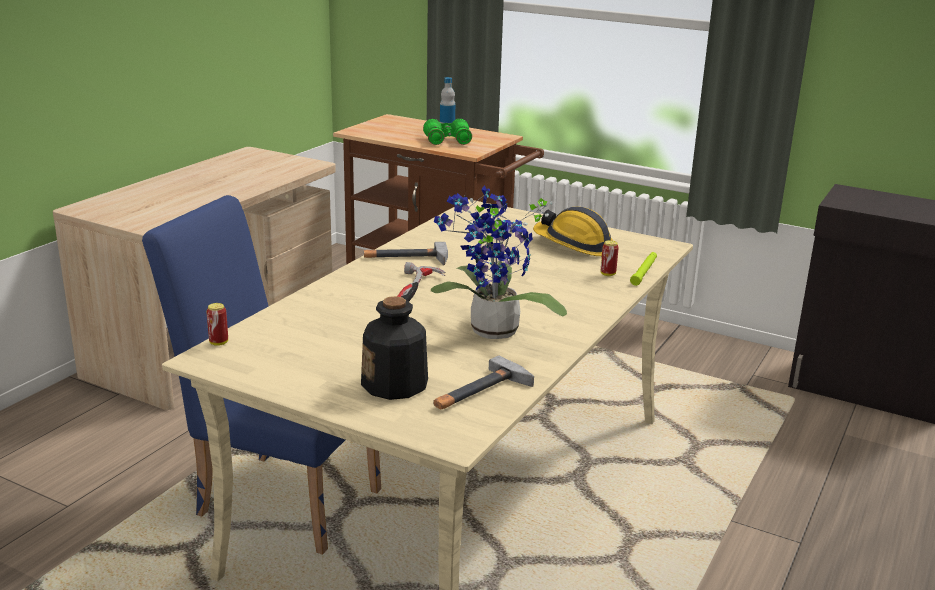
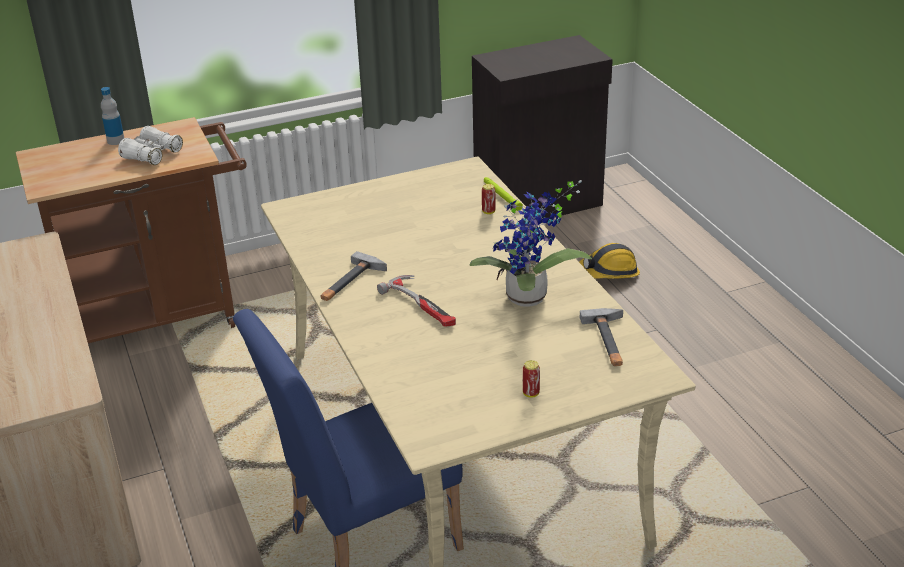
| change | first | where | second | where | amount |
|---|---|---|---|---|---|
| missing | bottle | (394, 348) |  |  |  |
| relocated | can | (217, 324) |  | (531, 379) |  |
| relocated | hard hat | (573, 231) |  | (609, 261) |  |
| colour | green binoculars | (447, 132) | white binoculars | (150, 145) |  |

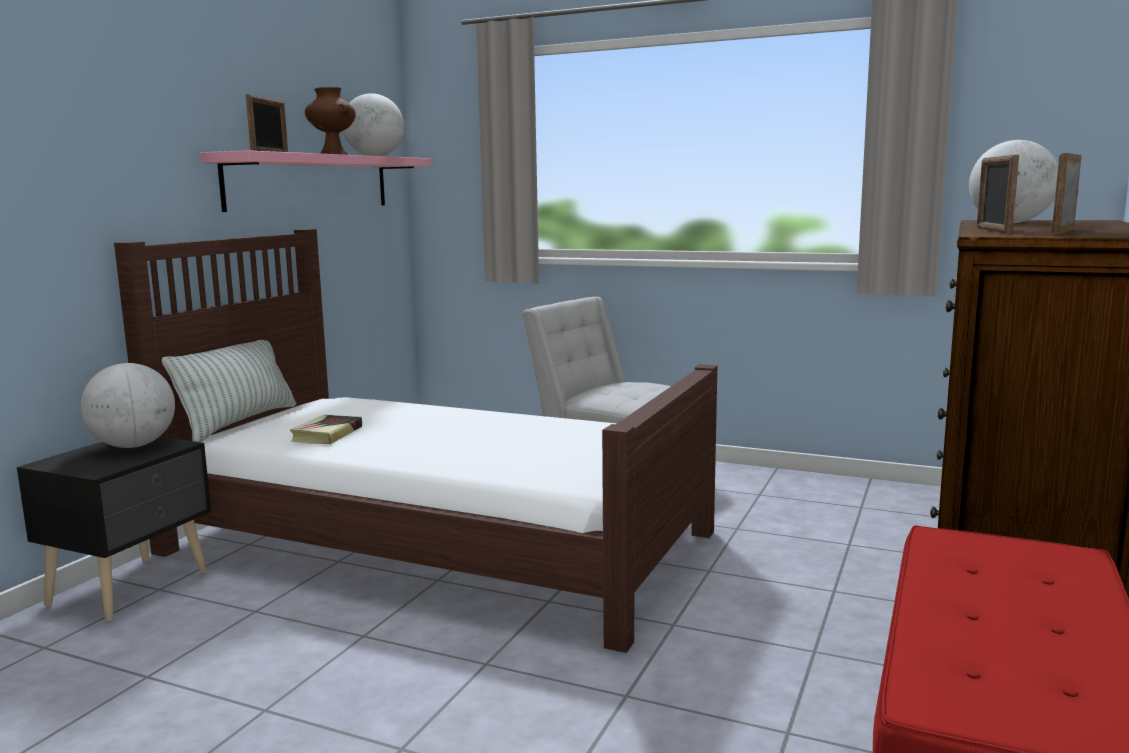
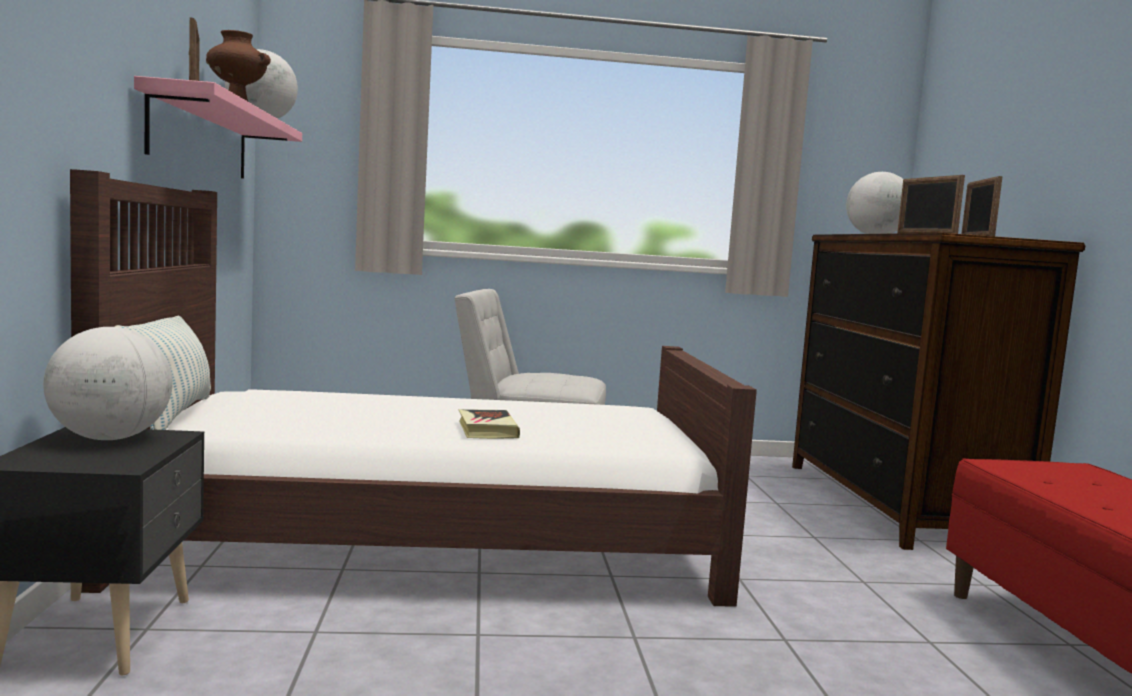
| change | first | where | second | where | amount |
|---|---|---|---|---|---|
| relocated | book | (326, 429) |  | (489, 424) |  |

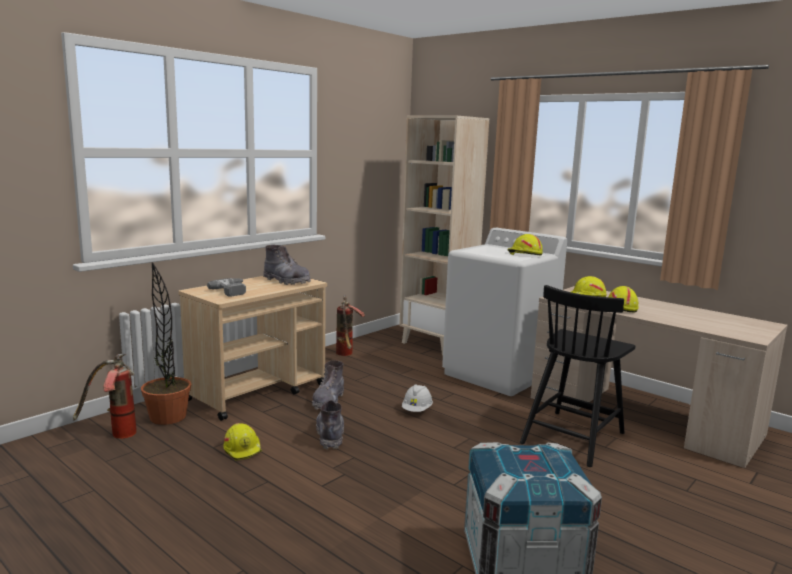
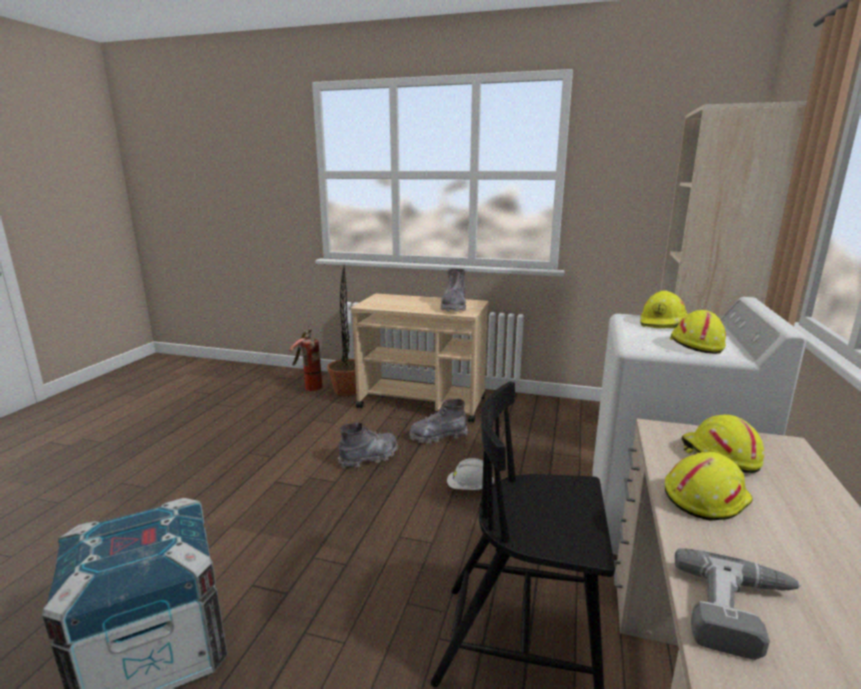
| change | first | where | second | where | amount |
|---|---|---|---|---|---|
| missing | fire extinguisher | (350, 325) |  |  |  |
| relocated | power drill | (226, 287) |  | (738, 604) |  |
| relocated | yellow hard hat | (242, 442) |  | (663, 309) |  |

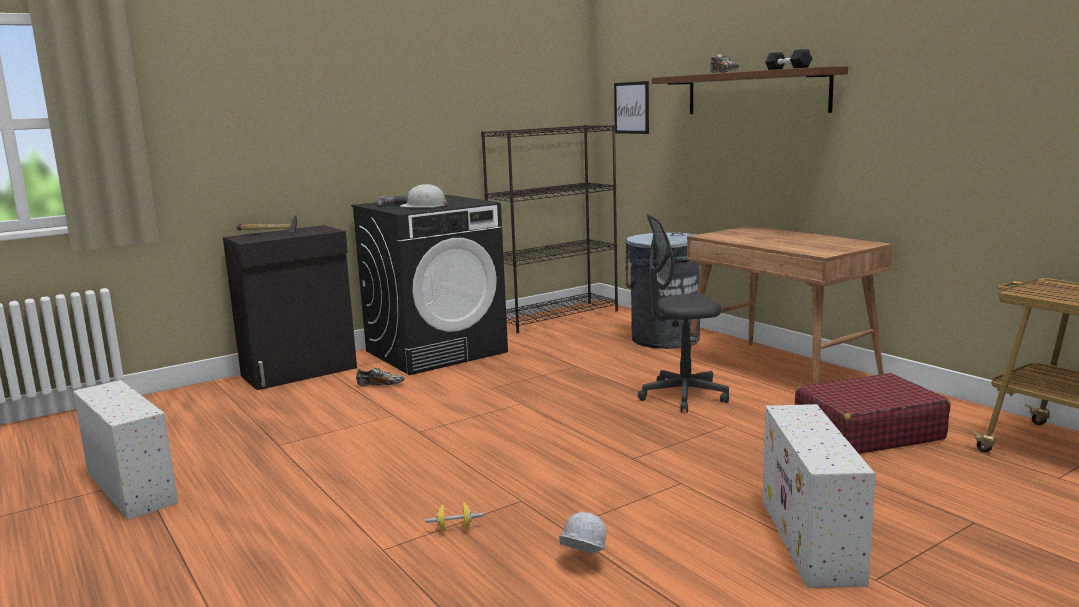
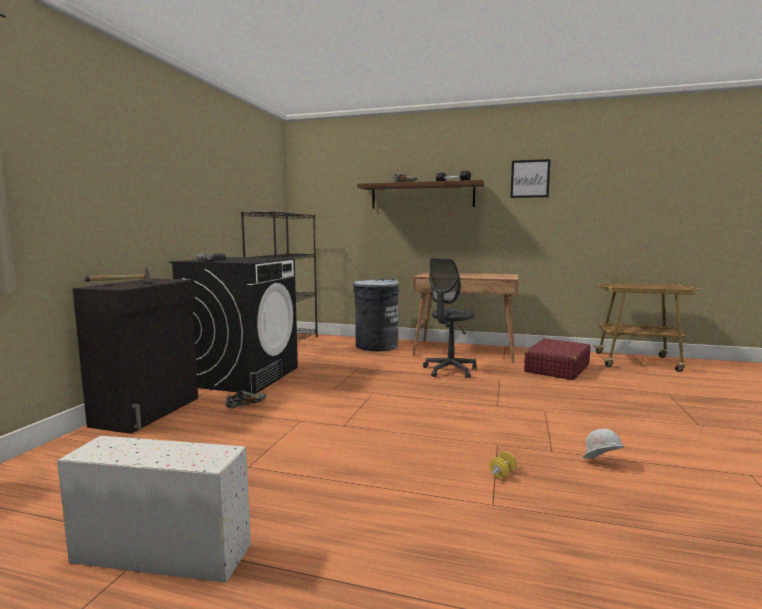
| change | first | where | second | where | amount |
|---|---|---|---|---|---|
| missing | white hard hat | (425, 196) |  |  |  |
| missing | white storage box | (819, 496) |  |  |  |
| relocated | picture | (631, 107) |  | (530, 178) |  |

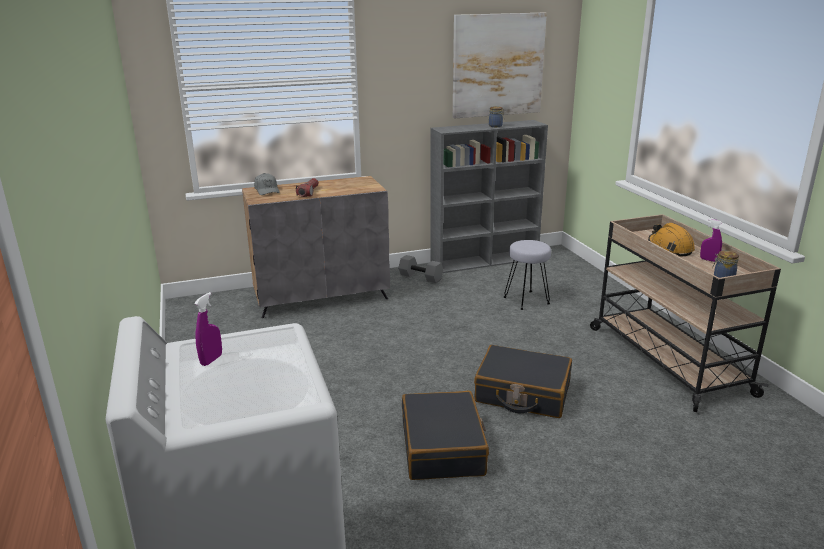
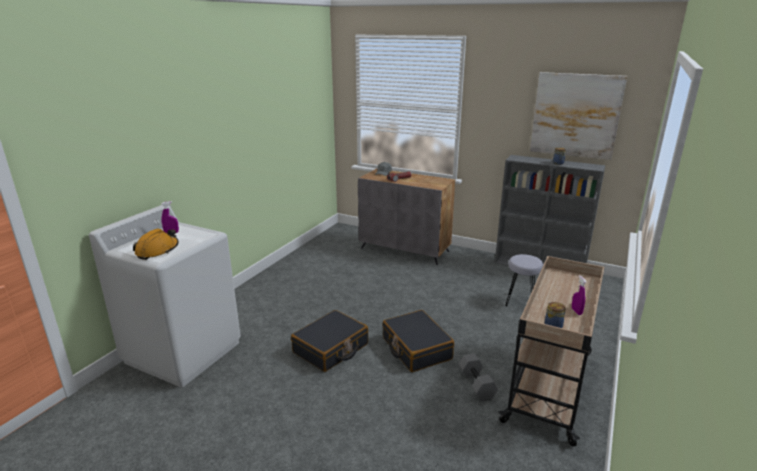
| change | first | where | second | where | amount |
|---|---|---|---|---|---|
| relocated | grey dumbbell | (420, 269) |  | (478, 377) |  |
| relocated | orange hard hat | (671, 239) |  | (156, 244) |  |

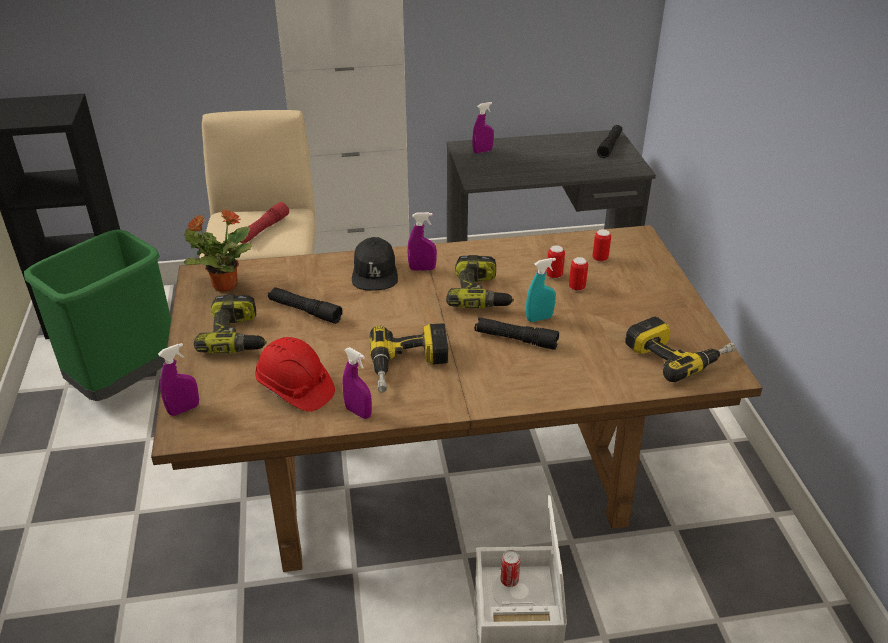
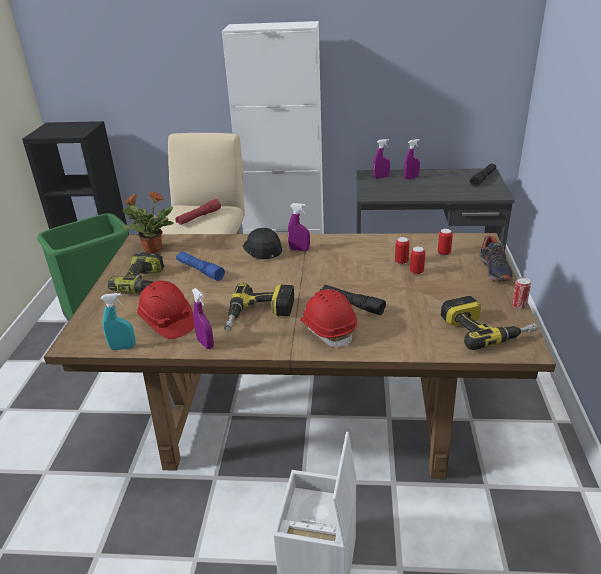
| change | first | where | second | where | amount |
|---|---|---|---|---|---|
| missing | power drill | (480, 281) |  |  |  |
| appeared |  |  | red hard hat | (328, 318) |  |
| appeared |  |  | shoe | (496, 258) |  |
| relocated | purple spray bottle | (178, 379) |  | (412, 159) |  |
| relocated | can | (510, 568) |  | (521, 293) |  |
| relocated | turquoise spray bottle | (541, 290) |  | (118, 321) |  |
| colour | black flashlight | (305, 305) | blue flashlight | (200, 266) |  |
| spun | black cap | (375, 264) |  | (262, 243) | 150 degrees clockwise |

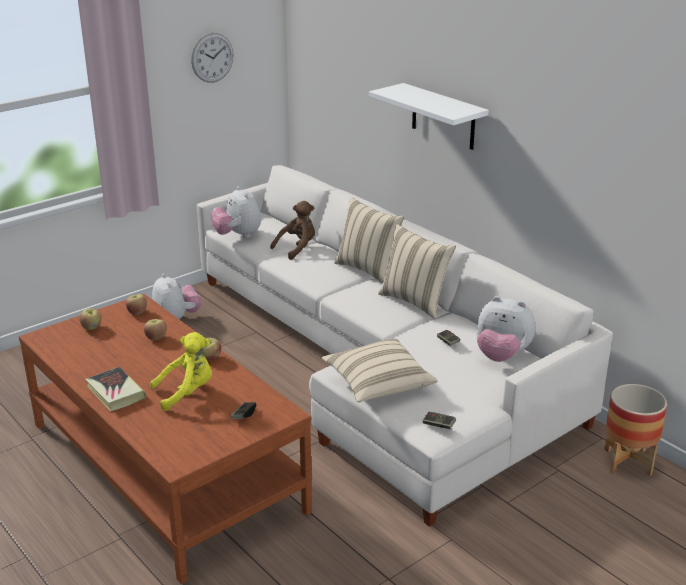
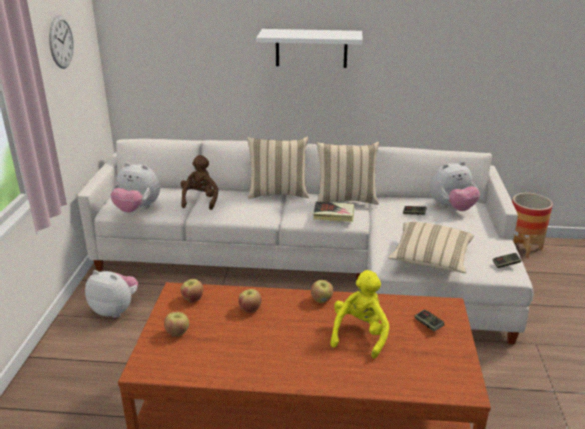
| change | first | where | second | where | amount |
|---|---|---|---|---|---|
| relocated | book | (115, 389) |  | (333, 211) |  |

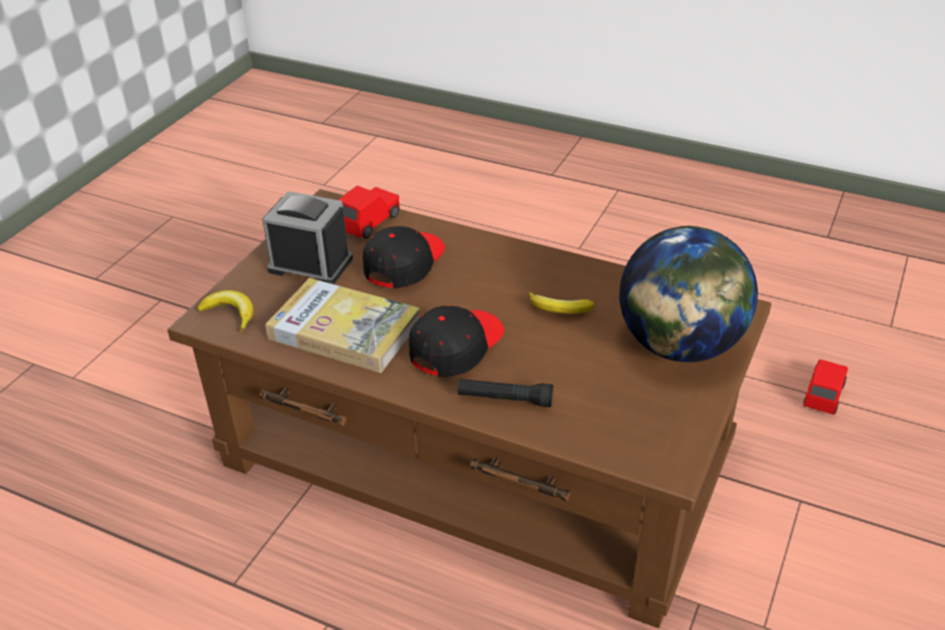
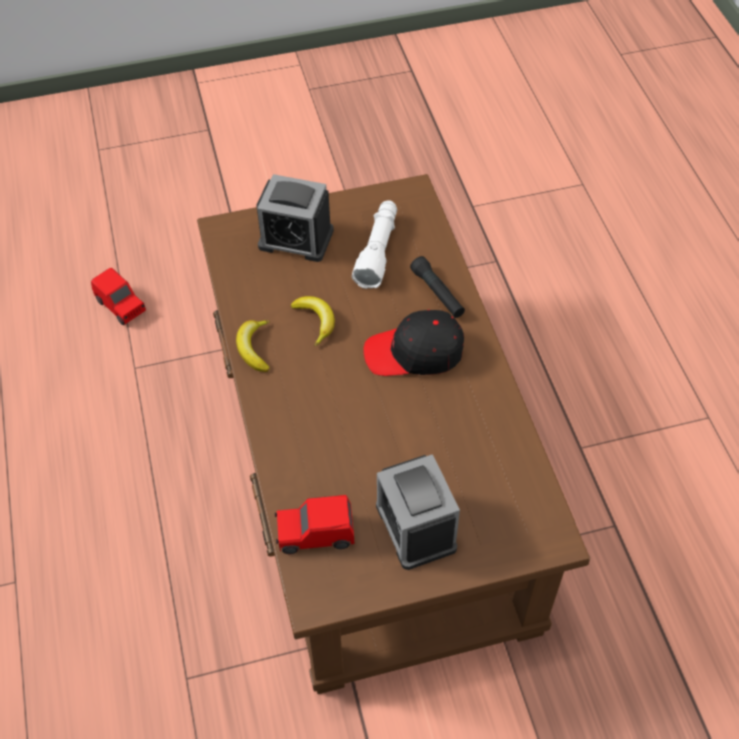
| change | first | where | second | where | amount |
|---|---|---|---|---|---|
| missing | book | (342, 325) |  |  |  |
| missing | black cap | (404, 257) |  |  |  |
| appeared |  |  | white flashlight | (374, 244) |  |
| relocated | banana | (225, 311) |  | (253, 346) |  |
| exchanged | globe | (688, 294) | alarm clock | (295, 218) |  |
| spun | red toy car | (825, 387) |  | (118, 296) | 120 degrees counterclockwise |

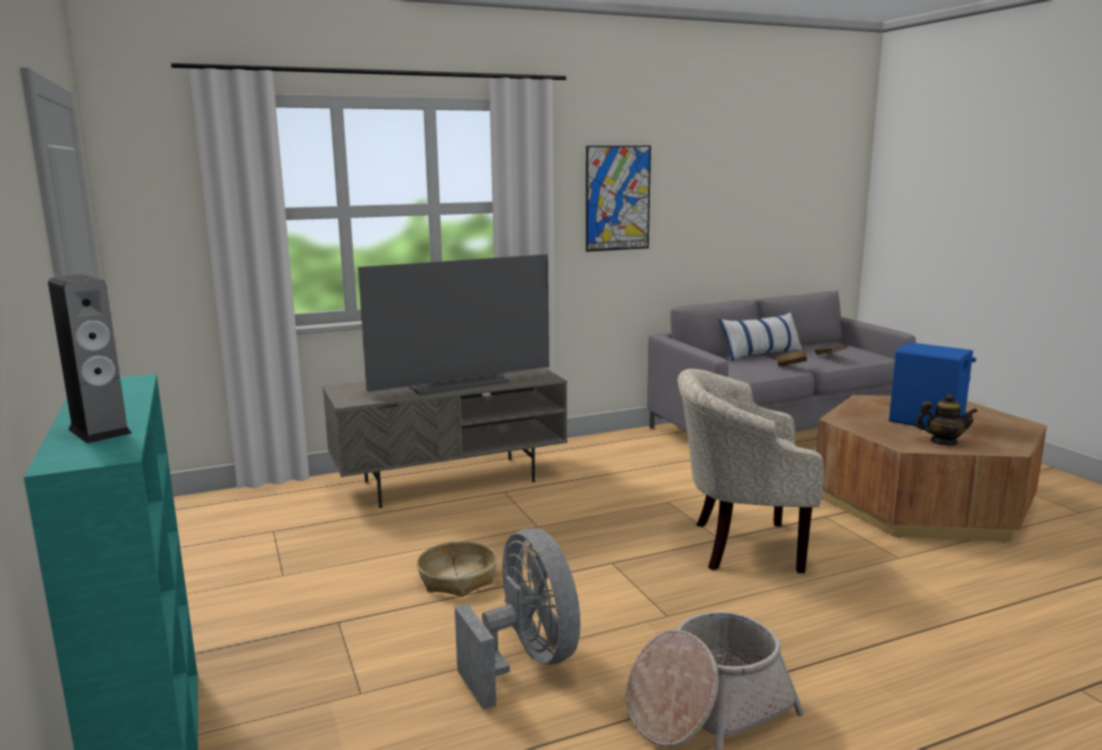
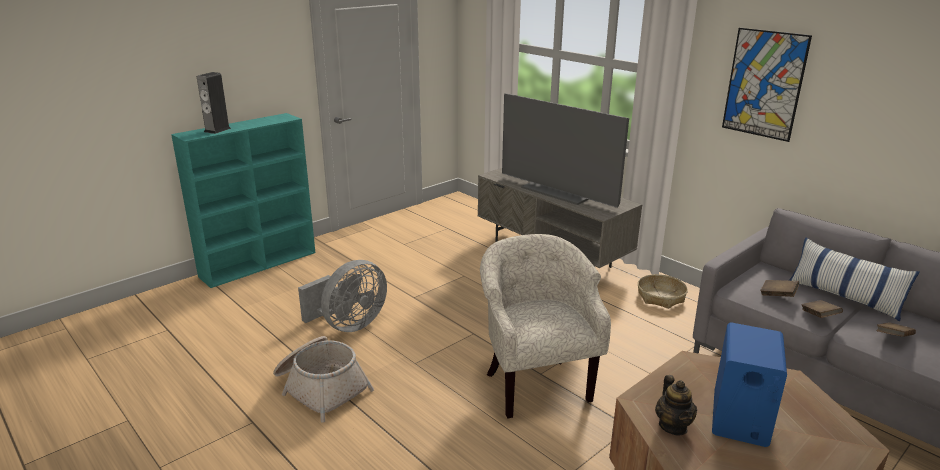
| change | first | where | second | where | amount |
|---|---|---|---|---|---|
| appeared |  |  | brown book | (779, 288) |  |
| relocated | basket | (457, 569) |  | (663, 291) |  |

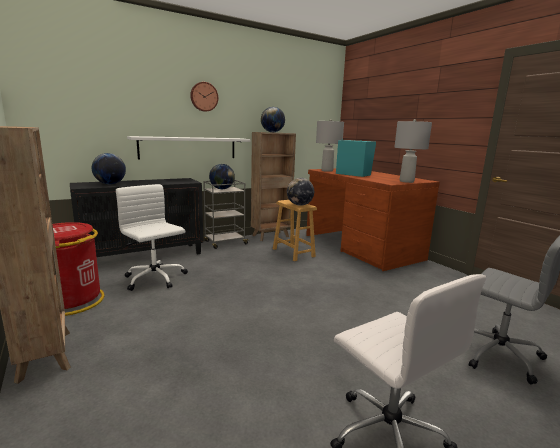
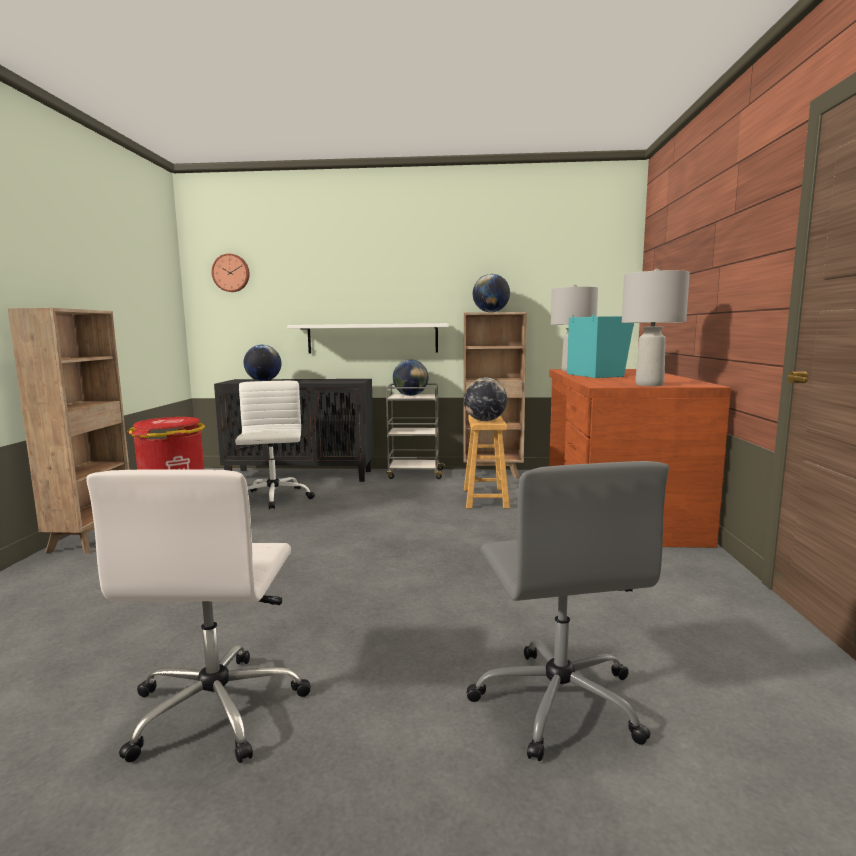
| change | first | where | second | where | amount |
|---|---|---|---|---|---|
| relocated | wall clock | (204, 97) |  | (230, 272) |  |

